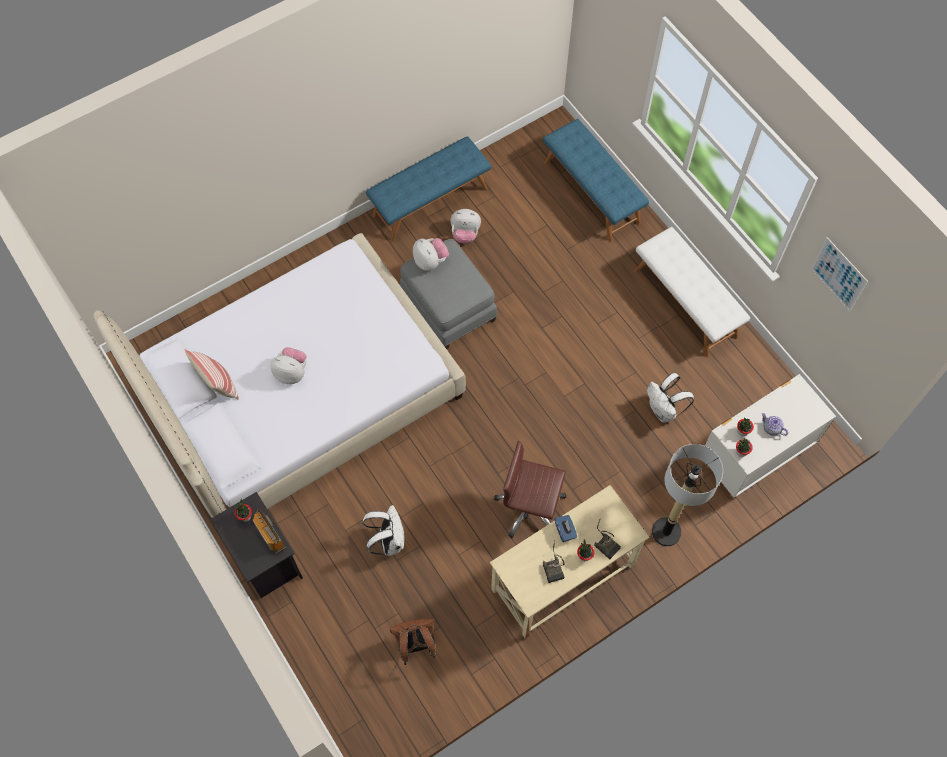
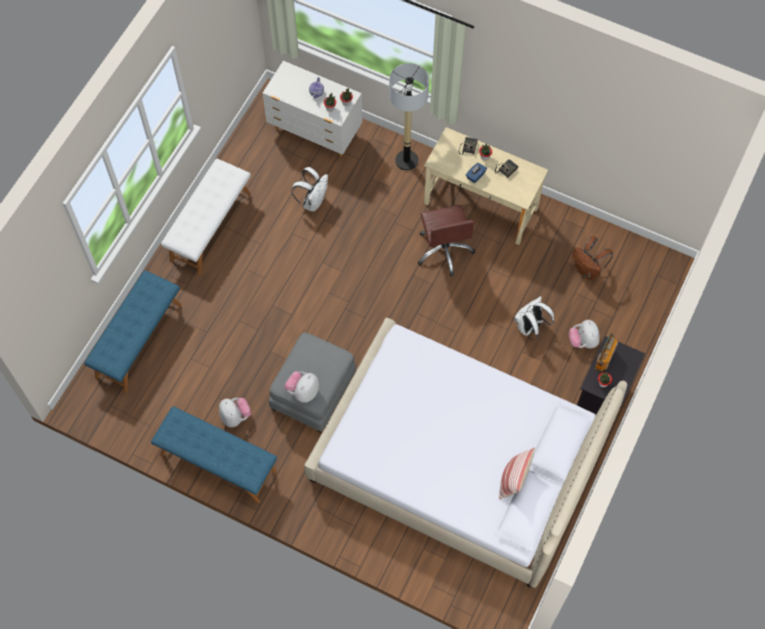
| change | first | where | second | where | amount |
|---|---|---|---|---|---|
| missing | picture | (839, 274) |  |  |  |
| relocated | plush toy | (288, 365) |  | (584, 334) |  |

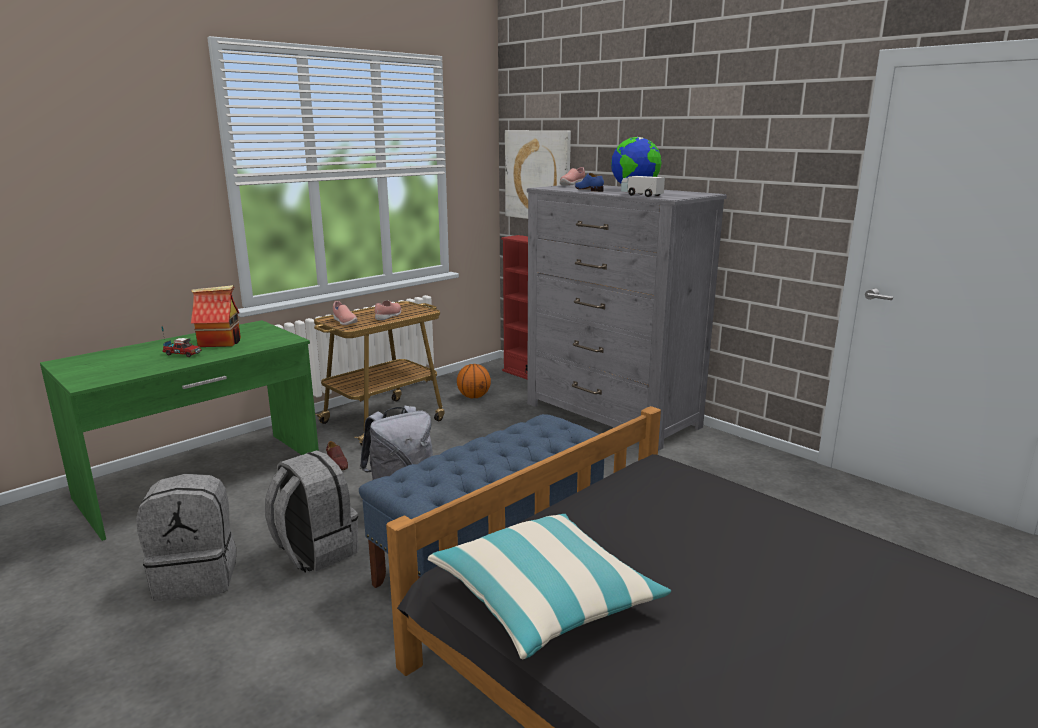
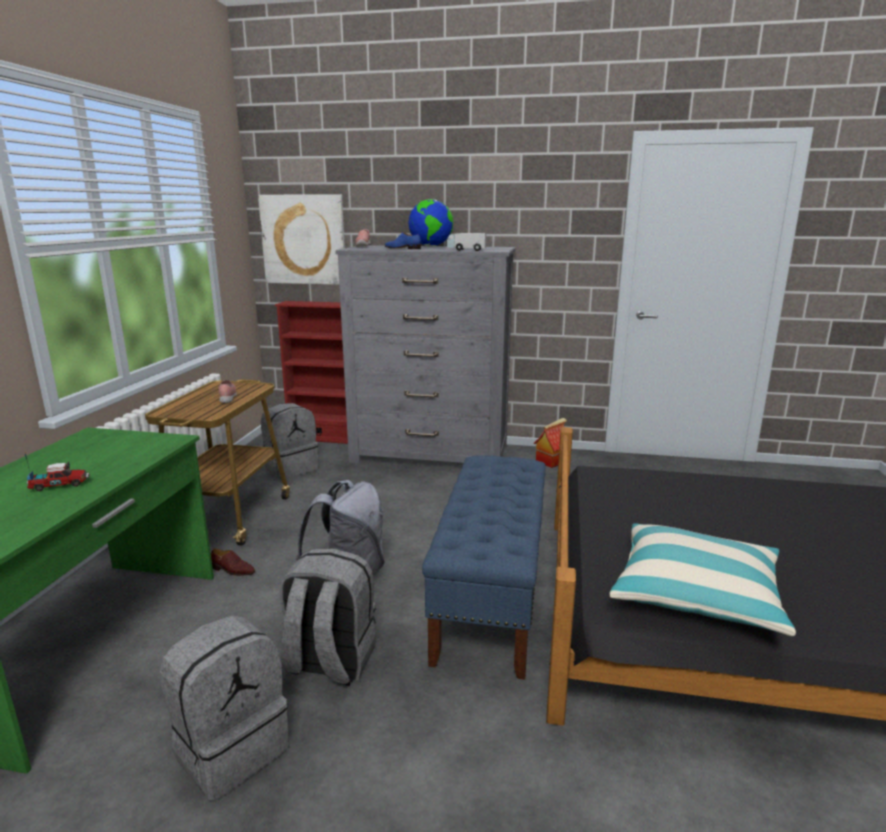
| change | first | where | second | where | amount |
|---|---|---|---|---|---|
| missing | pink shoe | (345, 313) |  |  |  |
| relocated | toy house | (216, 316) |  | (550, 443) |  |
| exchanged | basketball | (474, 381) | grey backpack | (290, 441) |  |

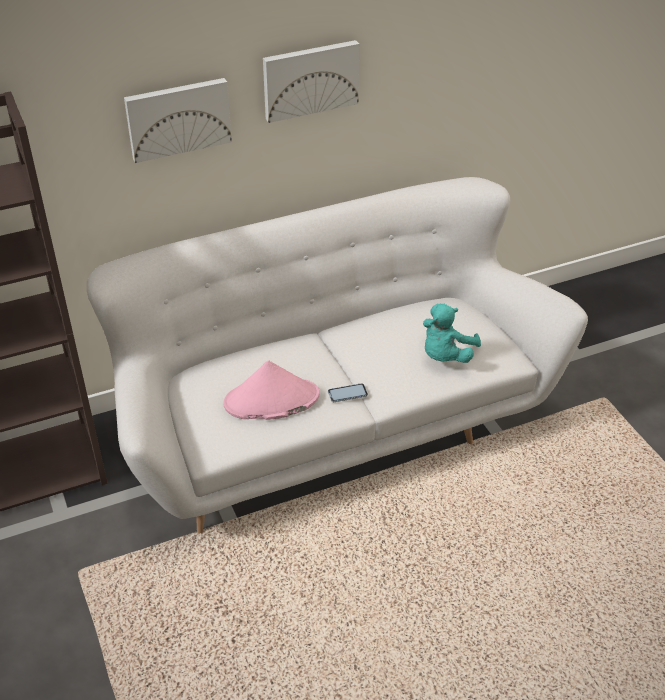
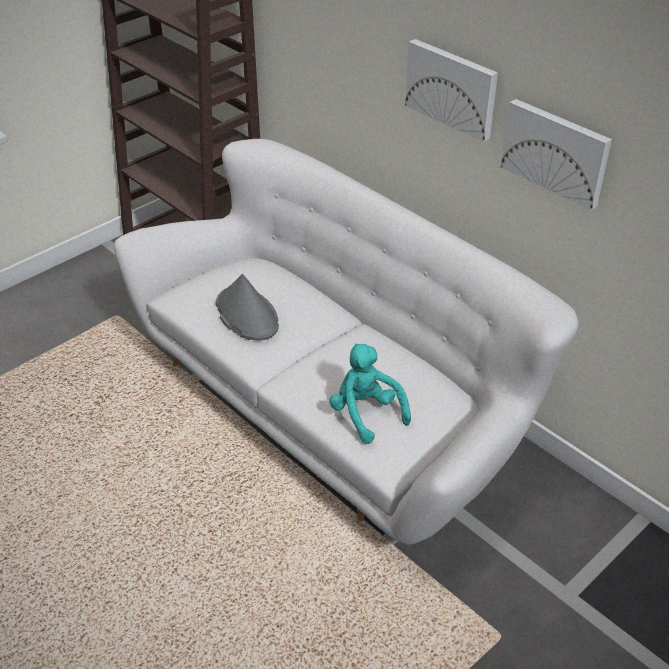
| change | first | where | second | where | amount |
|---|---|---|---|---|---|
| missing | phone | (348, 392) |  |  |  |
| relocated | picture | (178, 120) |  | (556, 154) |  |
| colour | pink hat | (272, 390) | grey hat | (247, 307) |  |
| spun | turquoise plush toy | (452, 333) |  | (370, 394) | 45 degrees clockwise |

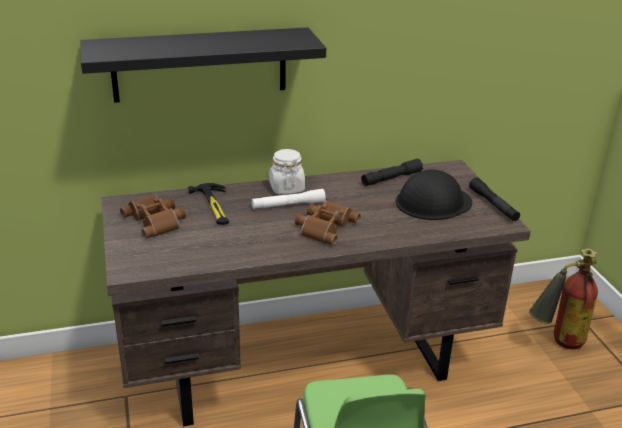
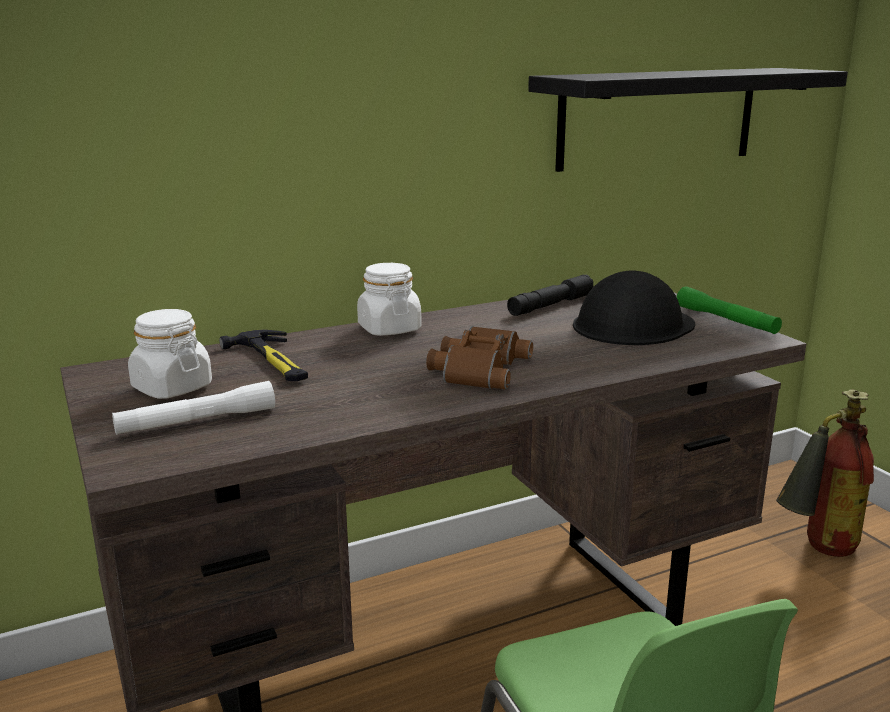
| change | first | where | second | where | amount |
|---|---|---|---|---|---|
| relocated | black shelf | (203, 65) |  | (688, 120) |  |
| relocated | white flashlight | (289, 199) |  | (193, 408) |  |
| exchanged | brown binoculars | (153, 216) | white jar | (170, 354) |  |
| colour | black flashlight | (494, 199) | green flashlight | (729, 310) |  |

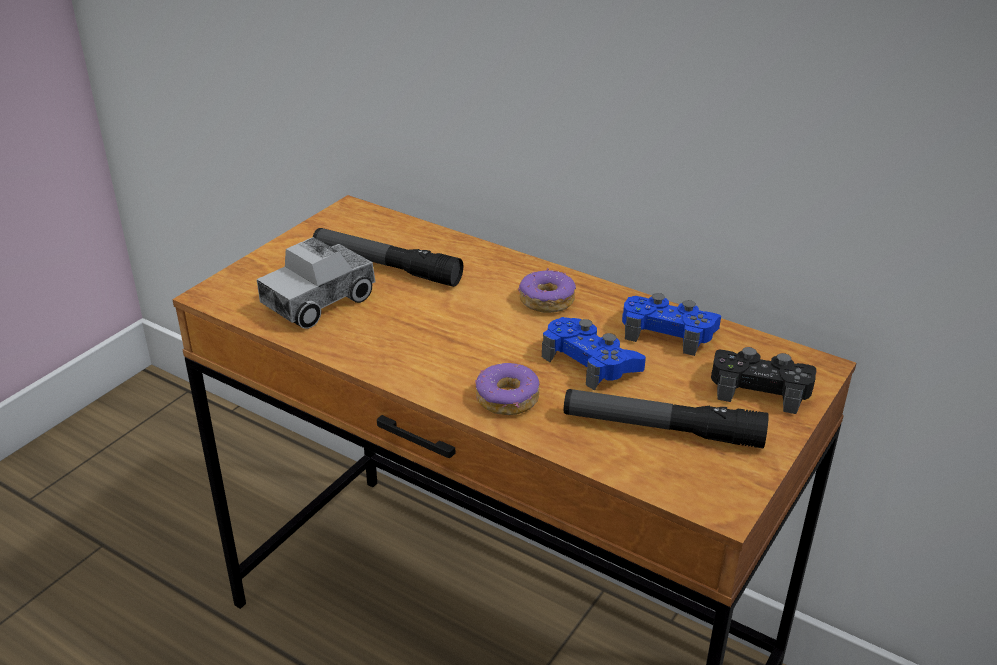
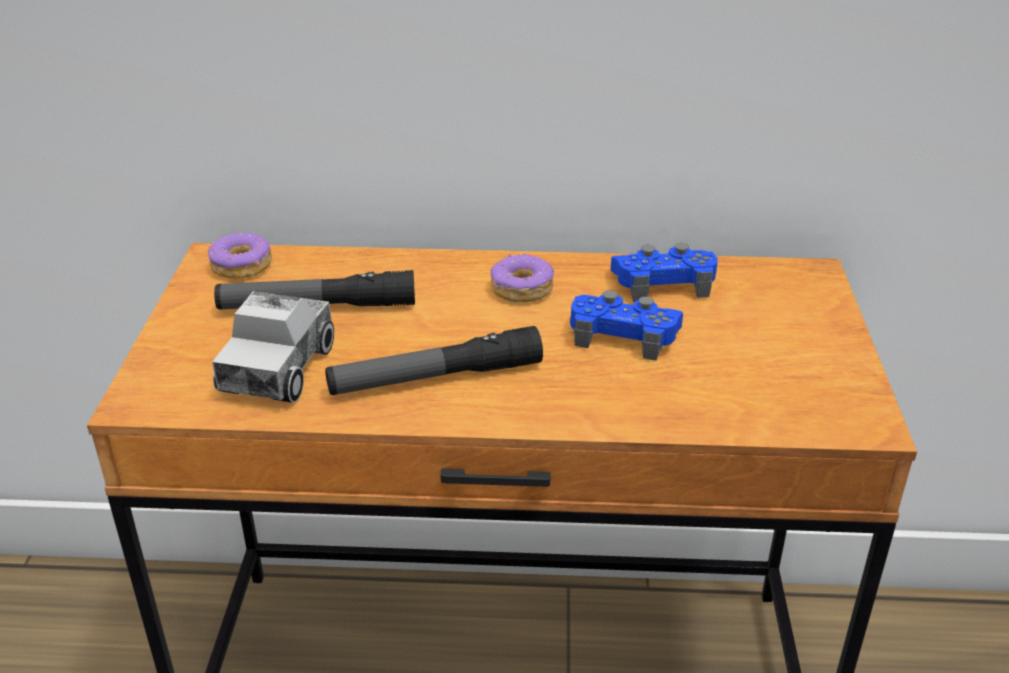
| change | first | where | second | where | amount |
|---|---|---|---|---|---|
| missing | black game controller | (764, 380) |  |  |  |
| relocated | donut | (507, 389) |  | (240, 256) |  |
| relocated | flashlight | (666, 418) |  | (434, 360) |  |

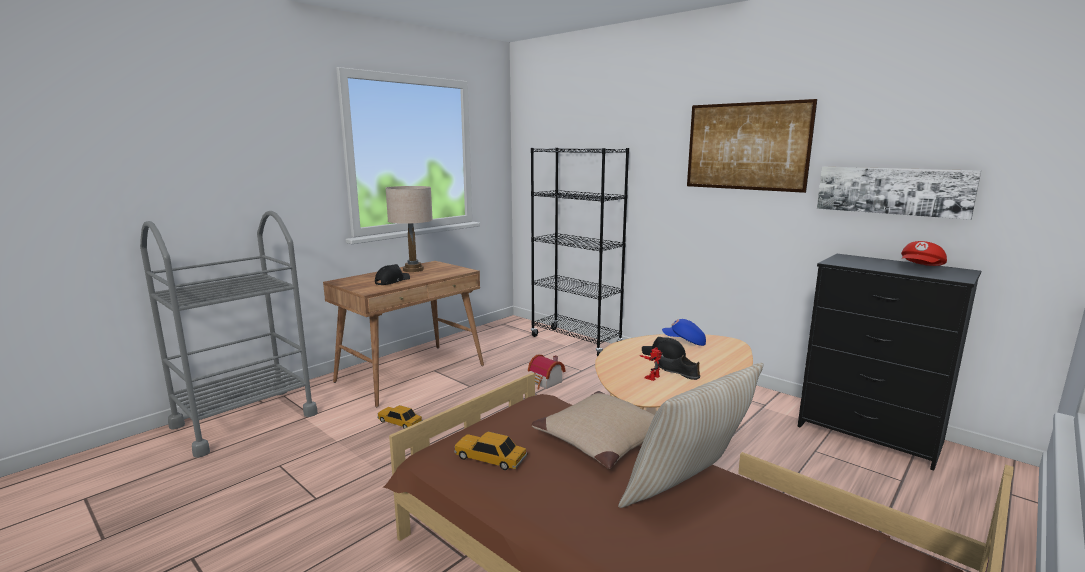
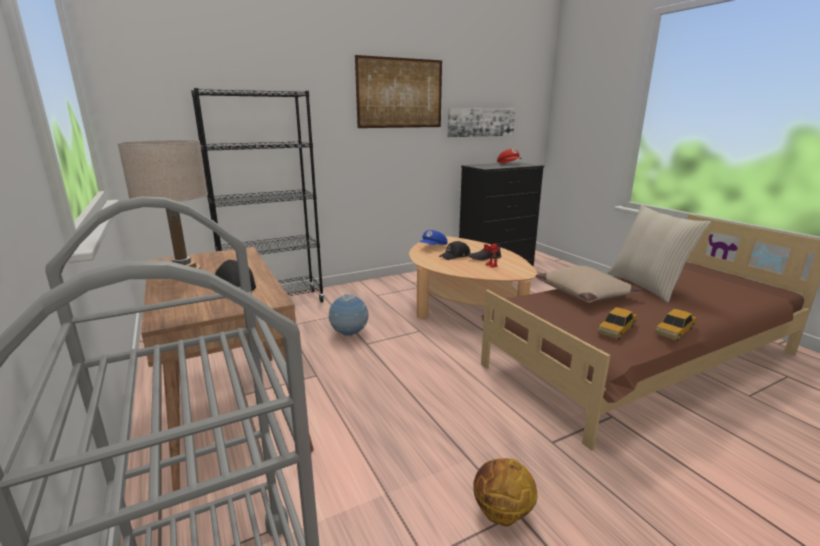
| change | first | where | second | where | amount |
|---|---|---|---|---|---|
| appeared |  |  | basketball | (505, 492) |  |
| relocated | toy car | (400, 417) |  | (676, 325) |  |
| exchanged | toy house | (547, 372) | globe | (348, 315) |  |

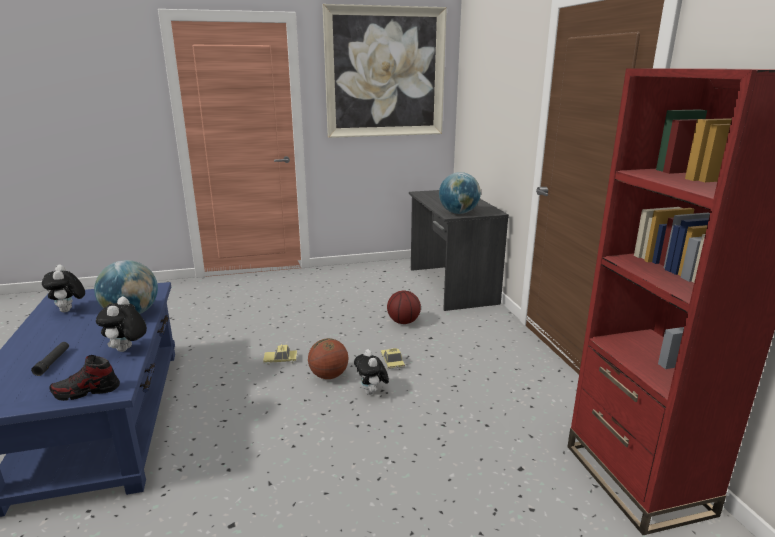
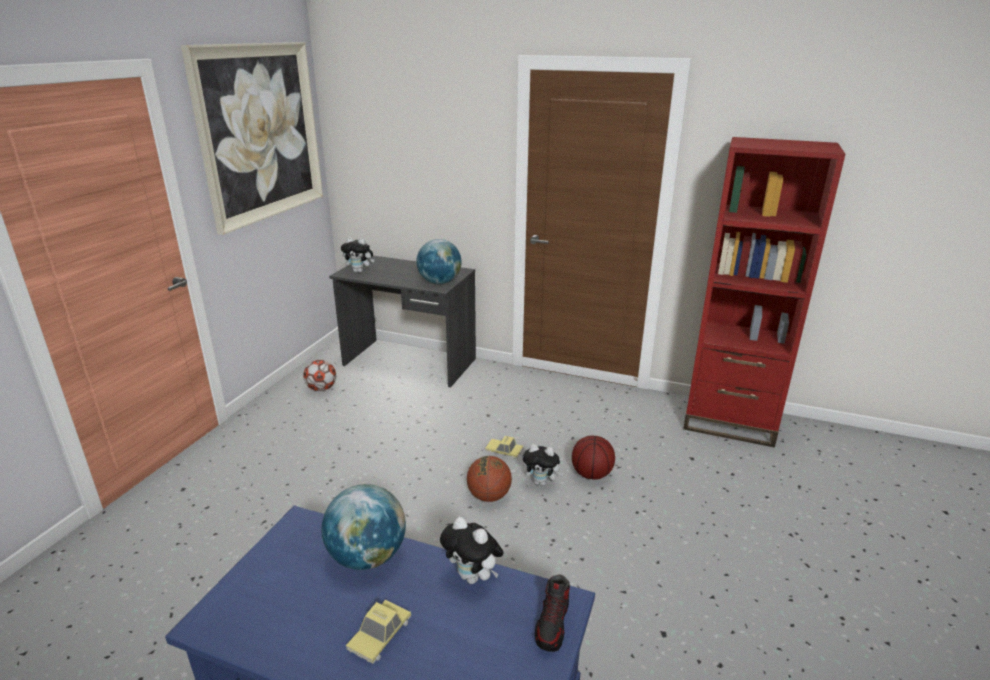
| change | first | where | second | where | amount |
|---|---|---|---|---|---|
| missing | black flashlight | (50, 359) |  |  |  |
| appeared |  |  | football | (319, 375) |  |
| relocated | plush toy | (63, 288) |  | (357, 255) |  |
| relocated | toy car | (280, 354) |  | (378, 632) |  |
| relocated | basketball | (404, 307) |  | (593, 457) |  |

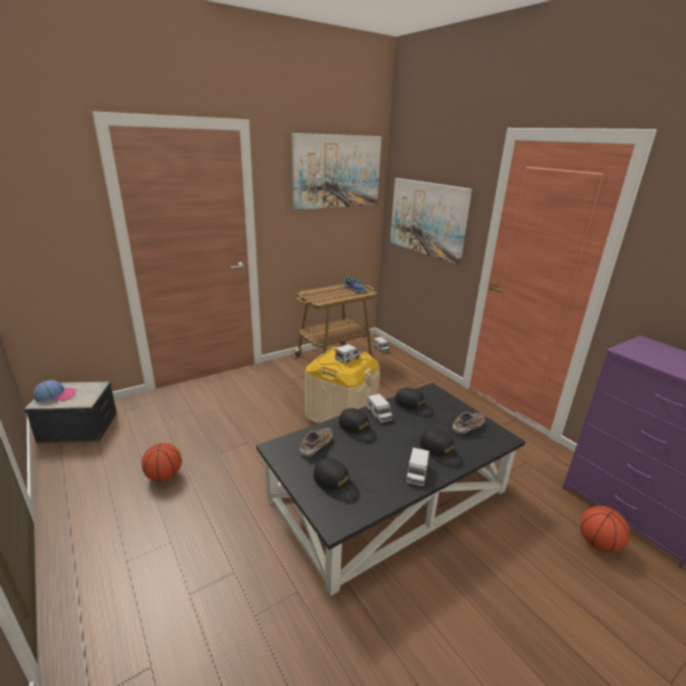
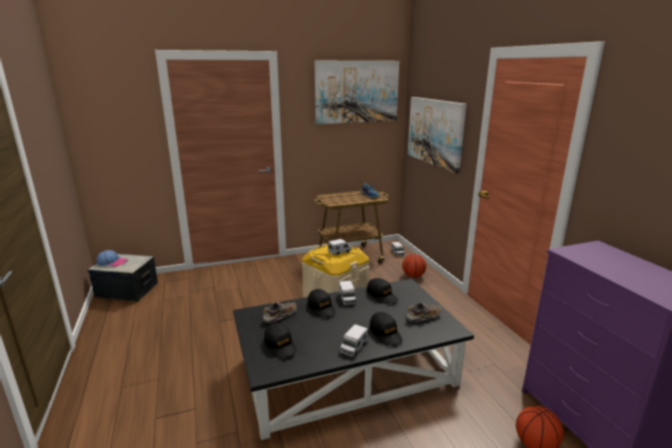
| change | first | where | second | where | amount |
|---|---|---|---|---|---|
| relocated | basketball | (162, 462) |  | (414, 266) |  |

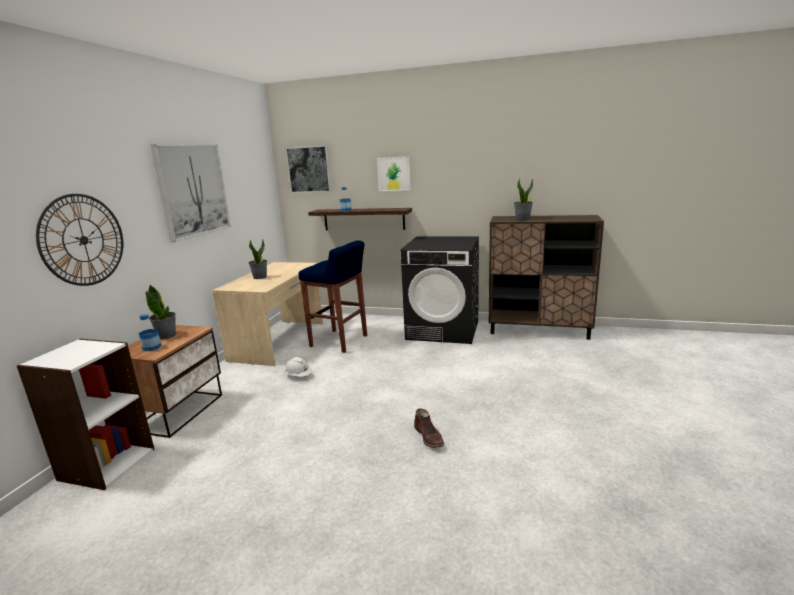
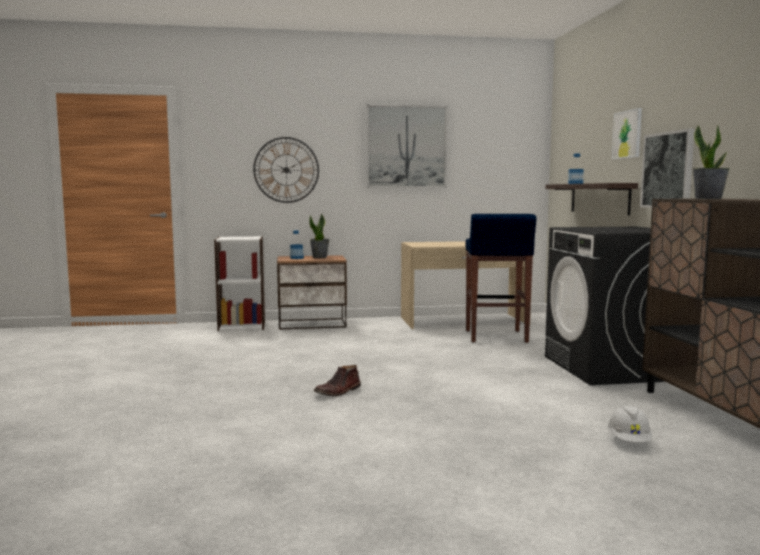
| change | first | where | second | where | amount |
|---|---|---|---|---|---|
| missing | potted plant | (257, 259) |  |  |  |
| relocated | picture | (308, 169) |  | (667, 168) |  |
| relocated | white hard hat | (298, 367) |  | (629, 423) |  |

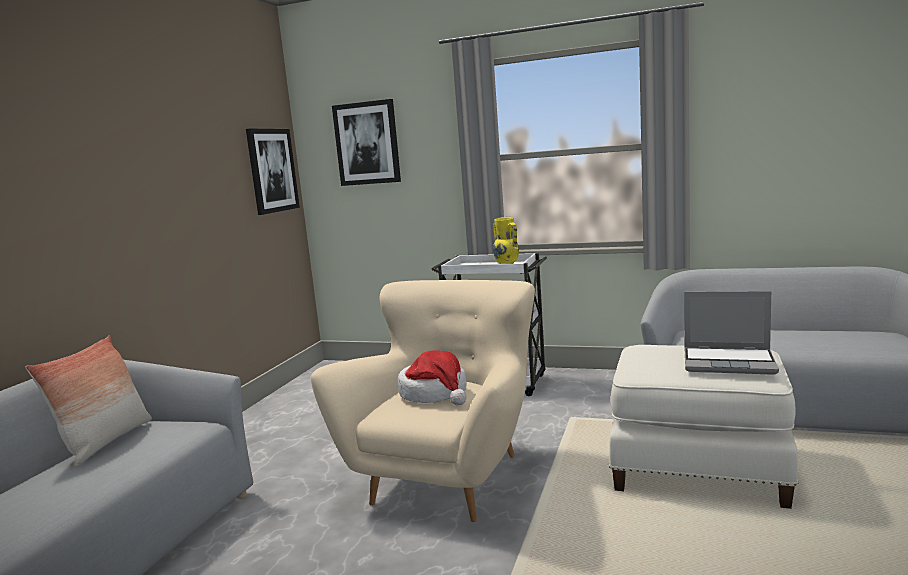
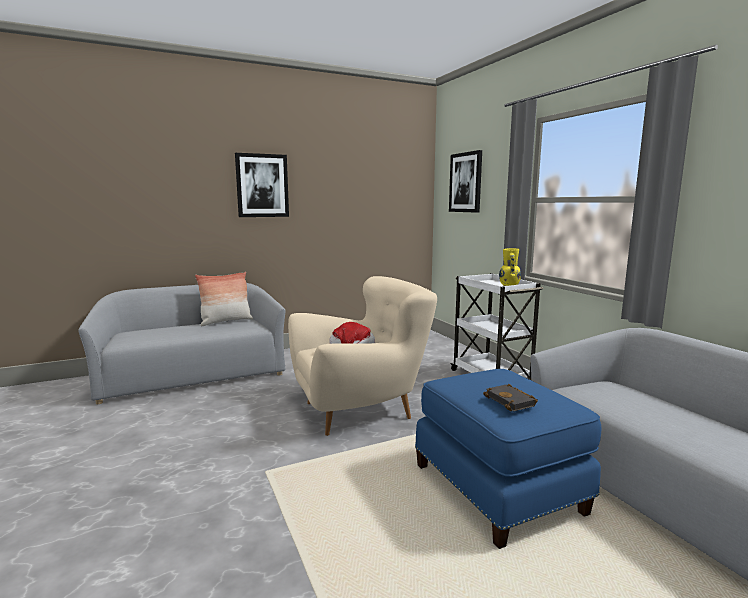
| change | first | where | second | where | amount |
|---|---|---|---|---|---|
| relocated | picture | (273, 172) |  | (262, 185) |  |
| exchanged | laptop | (731, 333) | black book | (510, 397) |  |
| colour | white ottoman | (704, 427) | blue ottoman | (508, 459) |  |

